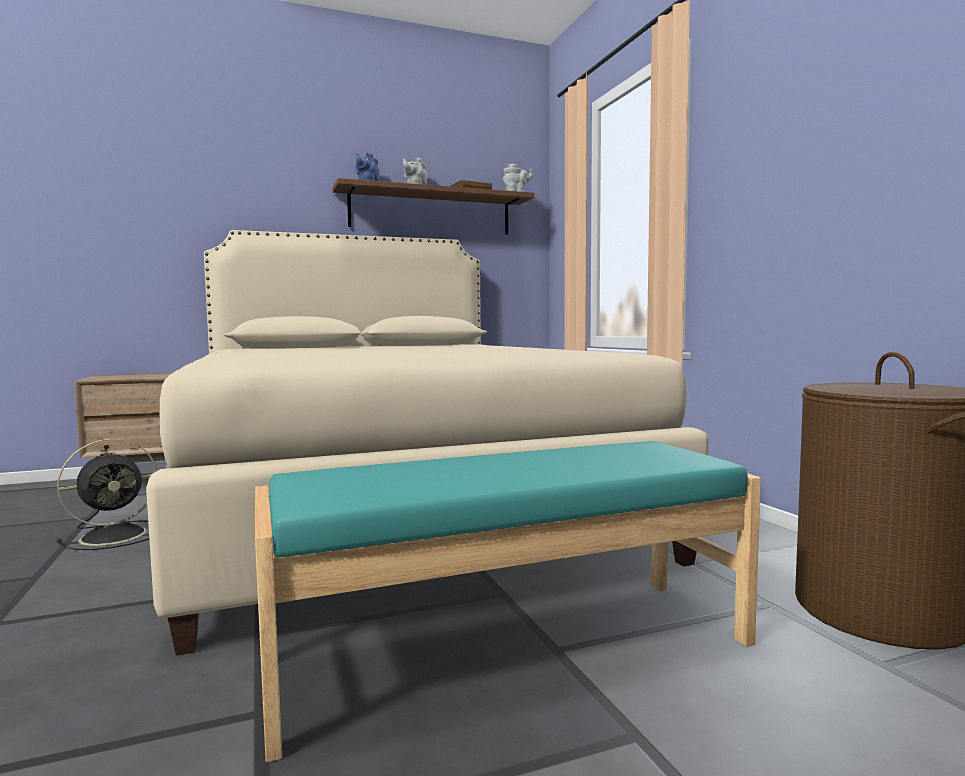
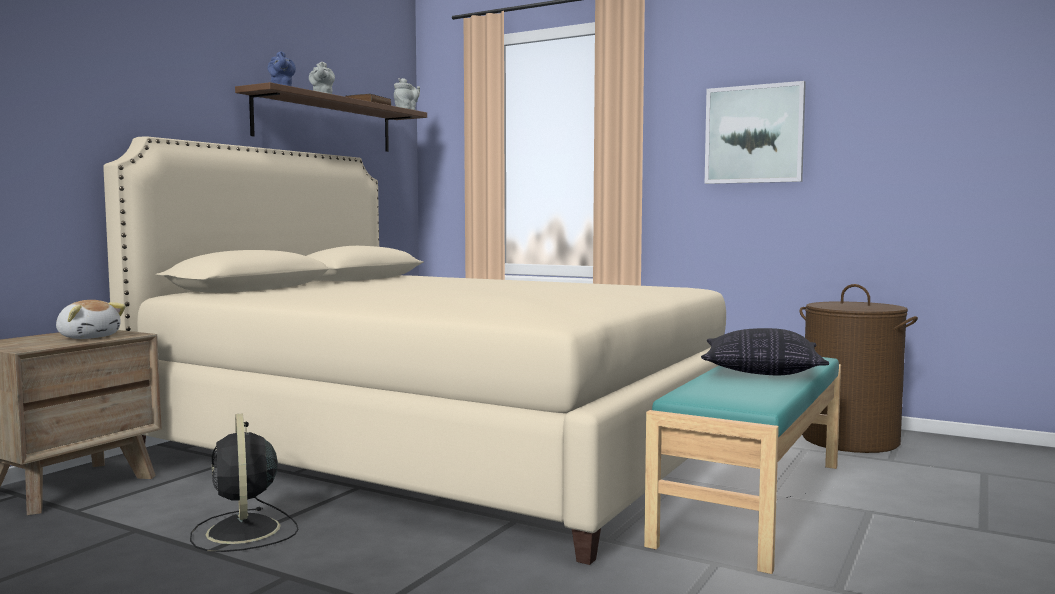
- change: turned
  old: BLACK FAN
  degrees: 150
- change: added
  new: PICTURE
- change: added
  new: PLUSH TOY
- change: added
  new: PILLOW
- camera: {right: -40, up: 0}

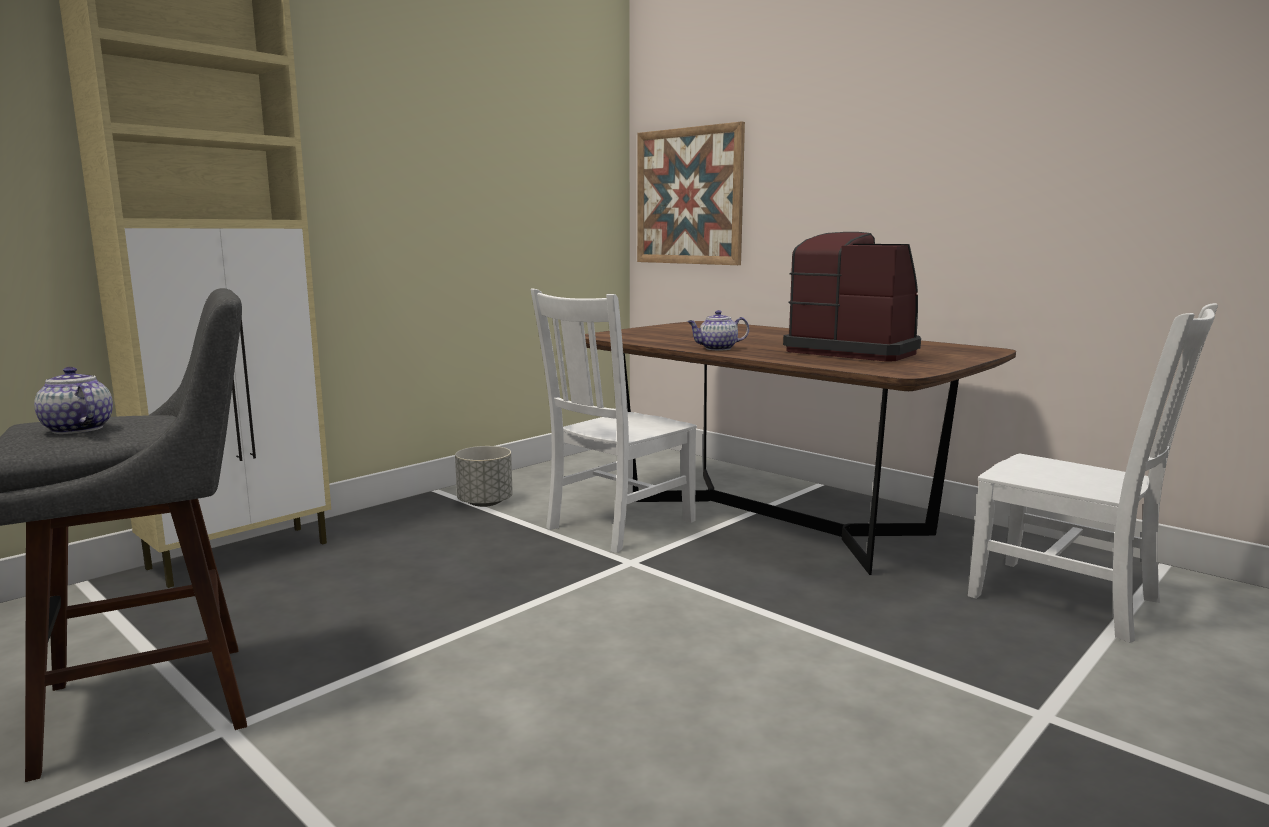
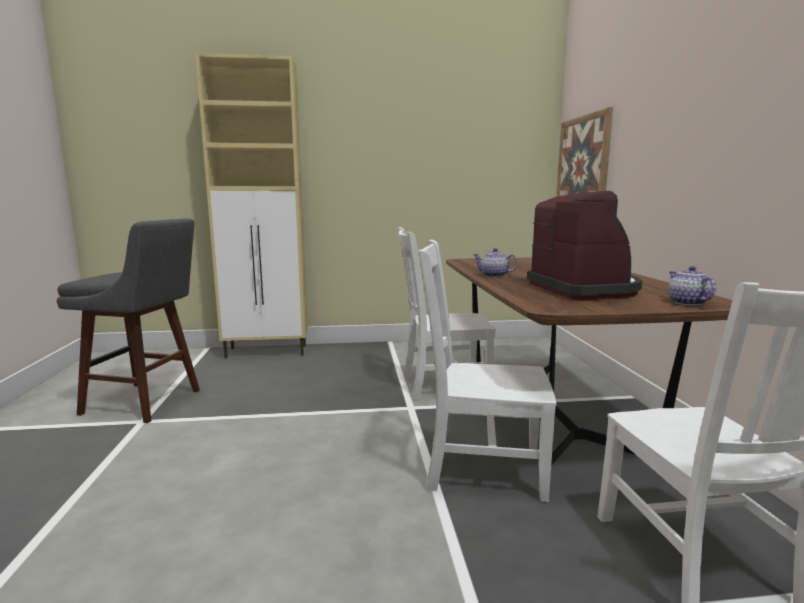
- change: moved
  old: TEAPOT (1st from left in the first image)
  new: TEAPOT (2nd from left)
- change: removed
  old: GREY PLANTER
- change: added
  new: WHITE CHAIR (2nd from left)
- camera: {right: 40, up: 0}

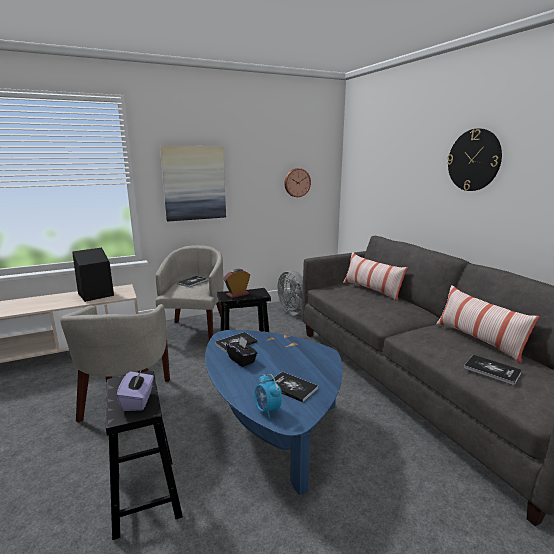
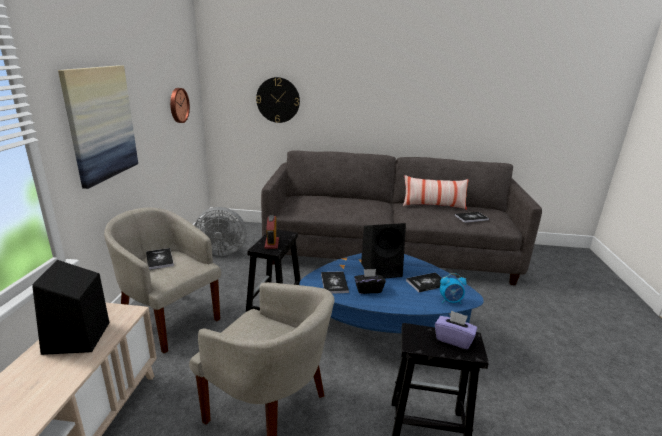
- change: moved
  old: WALL CLOCK (2nd from left)
- change: removed
  old: PILLOW (1st from left)
- change: added
  new: BLACK SPEAKER (2nd from left)
- camera: {right: -60, up: 5}

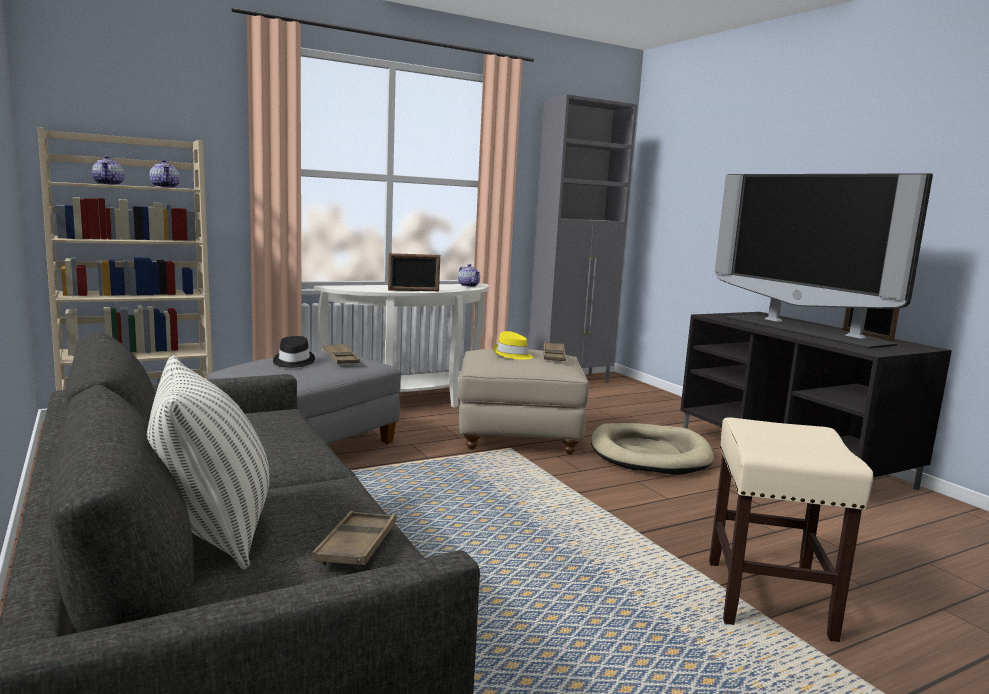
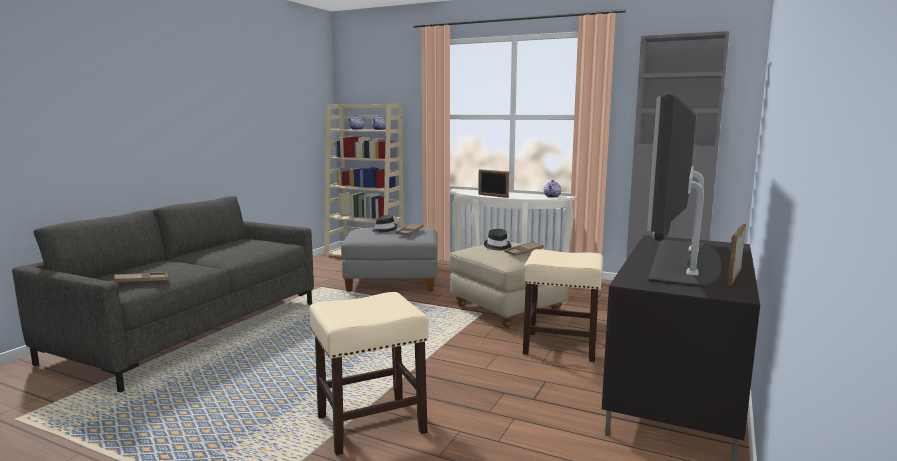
- change: recoloured
  old: YELLOW HAT
  new: BLACK HAT (2nd from left)
- change: removed
  old: PILLOW
- change: replaced
  old: BEIGE DOG BED
  new: BEIGE STOOL (2nd from left)
- camera: {right: 55, up: 0}

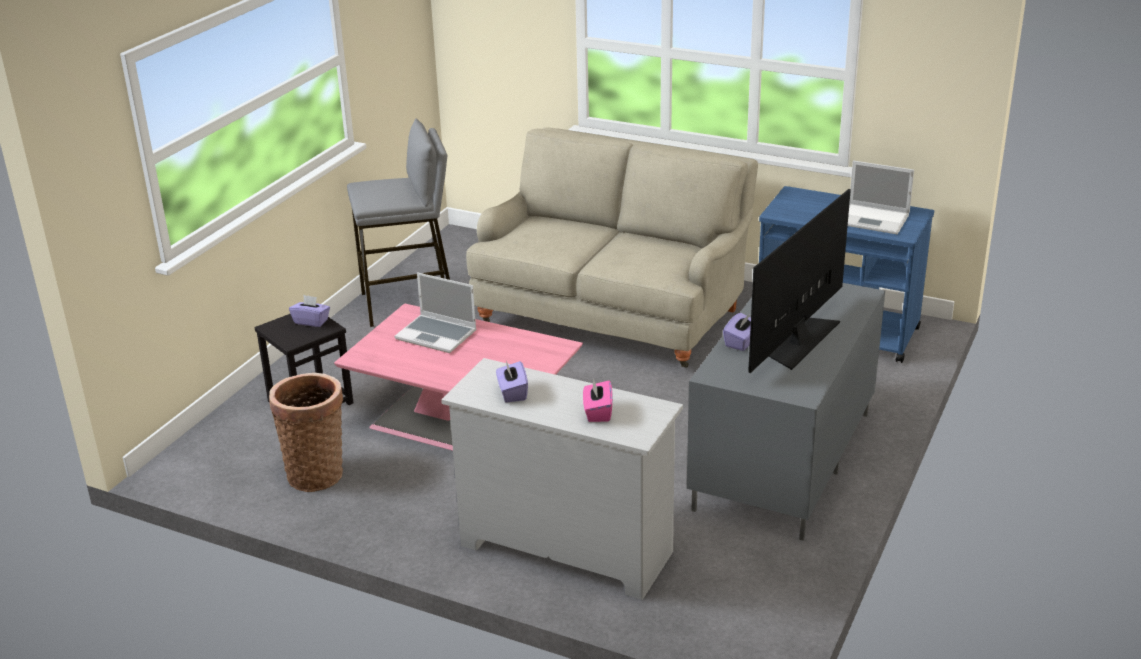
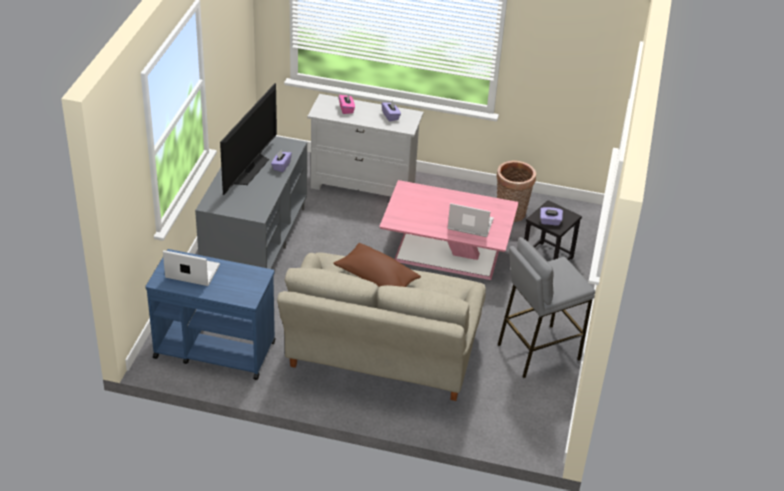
- change: added
  new: BROWN PILLOW
- camera: {right: 165, up: 10}

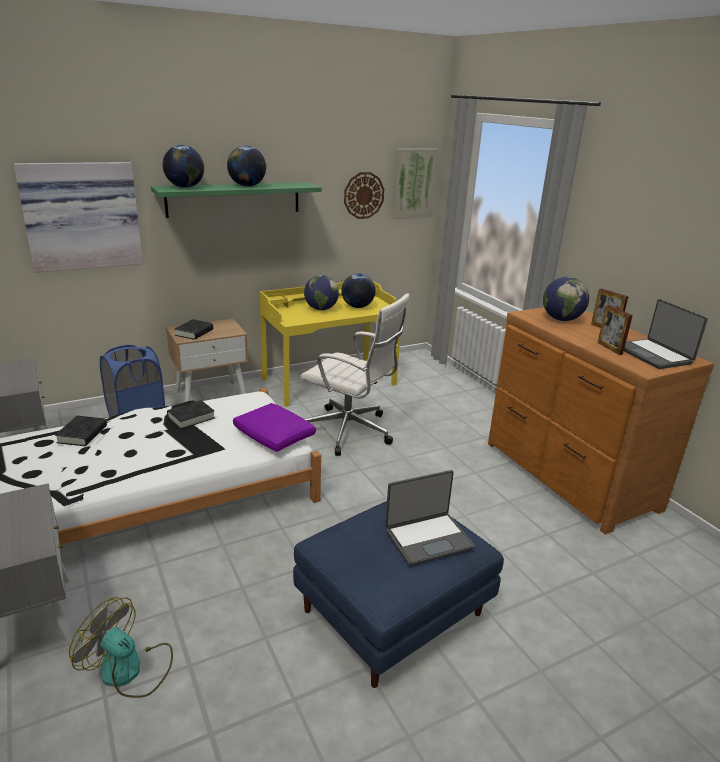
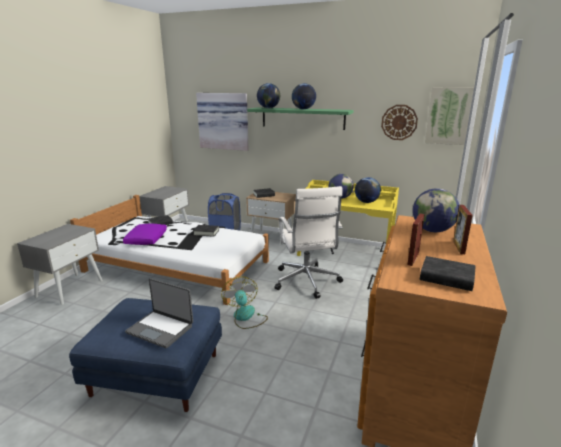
- change: replaced
  old: LAPTOP (2nd from left)
  new: BLACK BOOK (4th from left)
- change: moved
  old: PURPLE PILLOW
- change: moved
  old: FAN
- camera: {right: 50, up: -5}

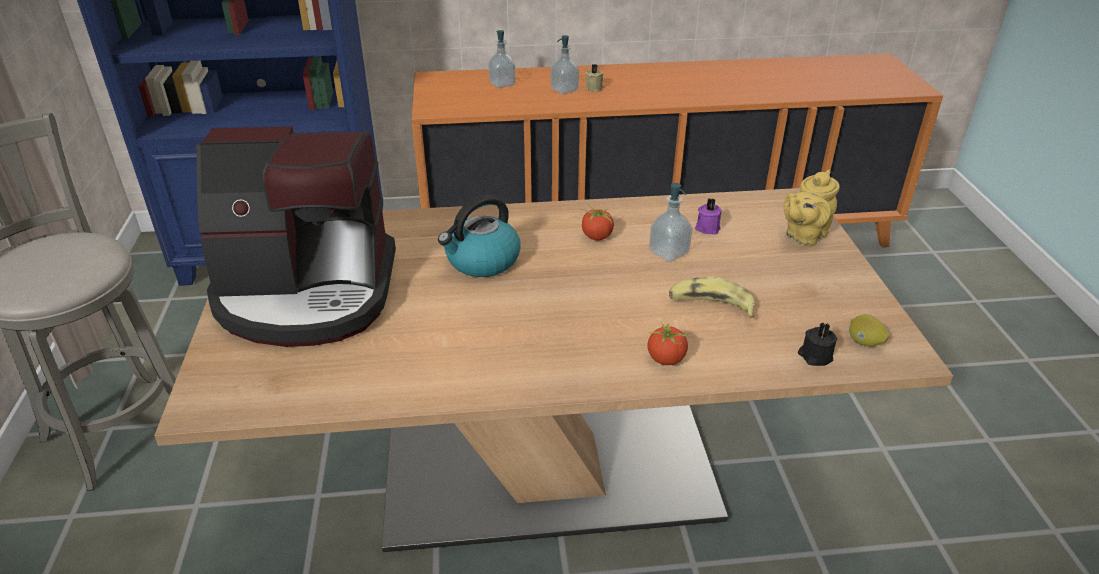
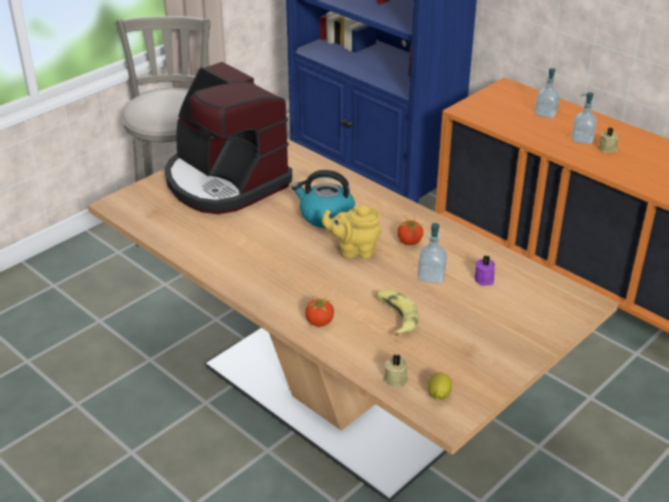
- change: moved
  old: YELLOW TEAPOT
- change: recoloured
  old: BLACK CANDLE
  new: BEIGE CANDLE (1st from left)
- camera: {right: 50, up: 0}

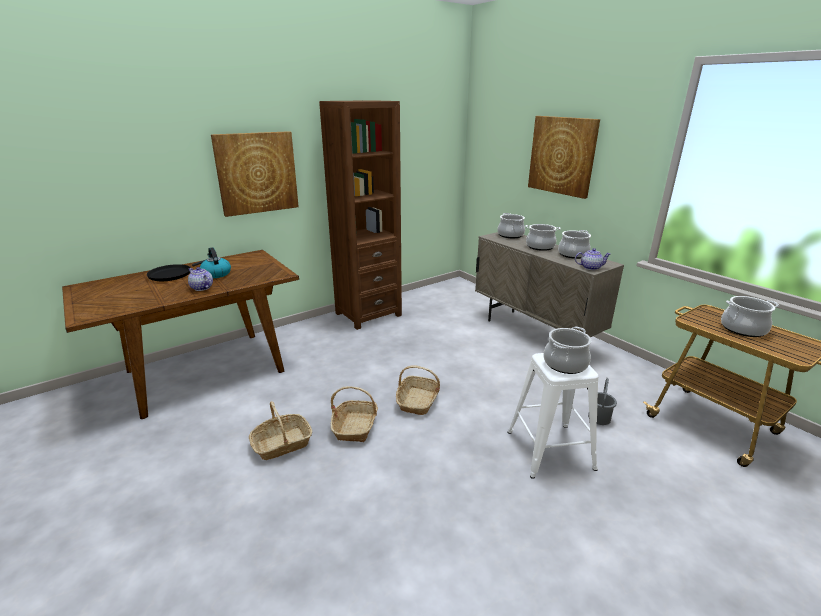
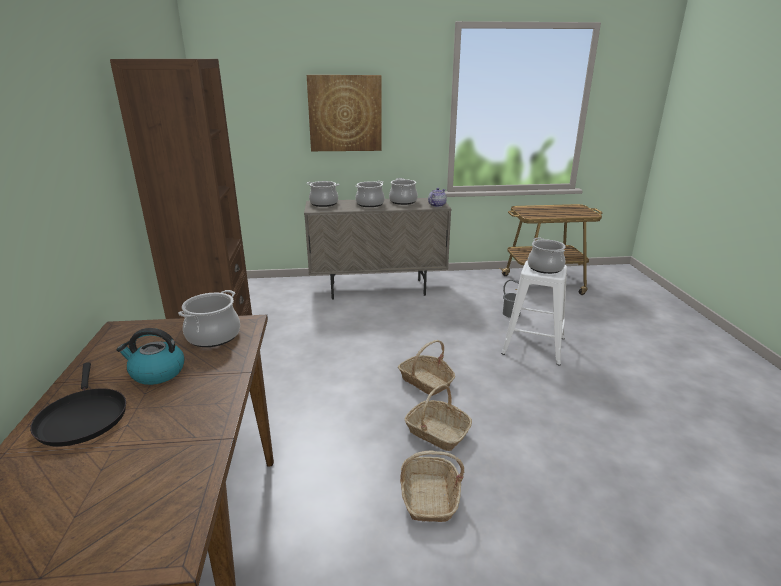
- change: removed
  old: PICTURE (1st from left)
- change: removed
  old: TEAPOT (1st from left)
- change: moved
  old: COOKING POT (5th from left in the first image)
  new: COOKING POT (1st from left)
- camera: {right: -60, up: 0}

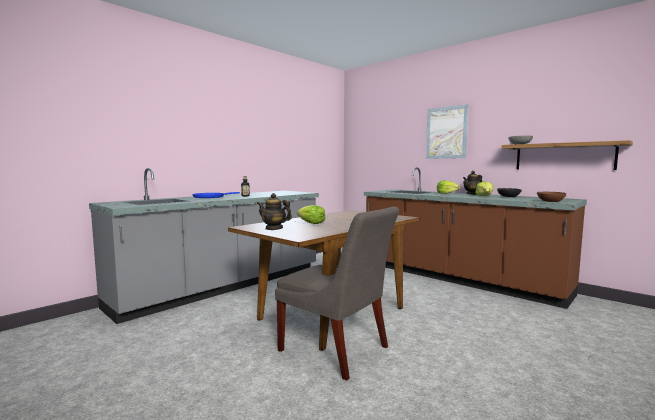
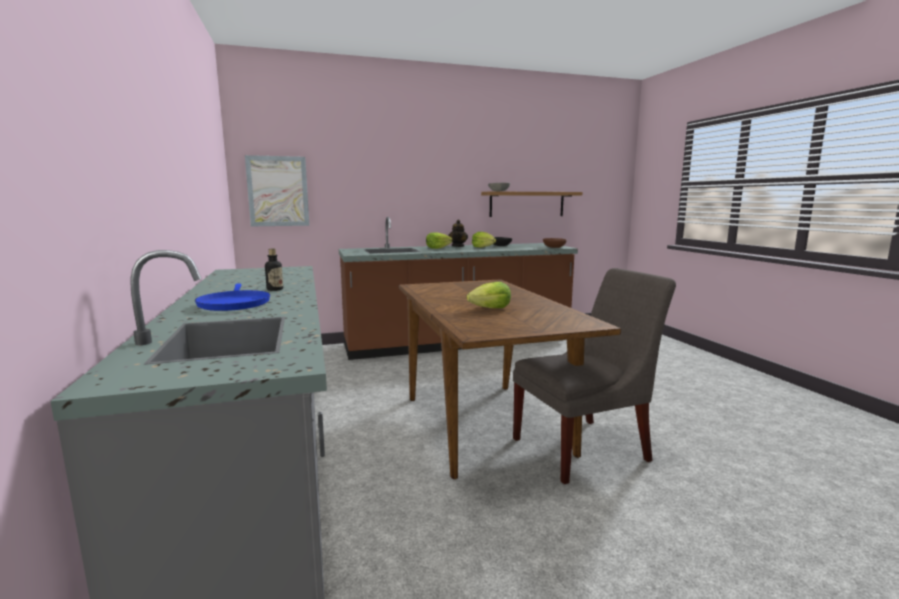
- change: moved
  old: PICTURE
- change: removed
  old: TEAPOT (1st from left)
- camera: {right: -60, up: 5}

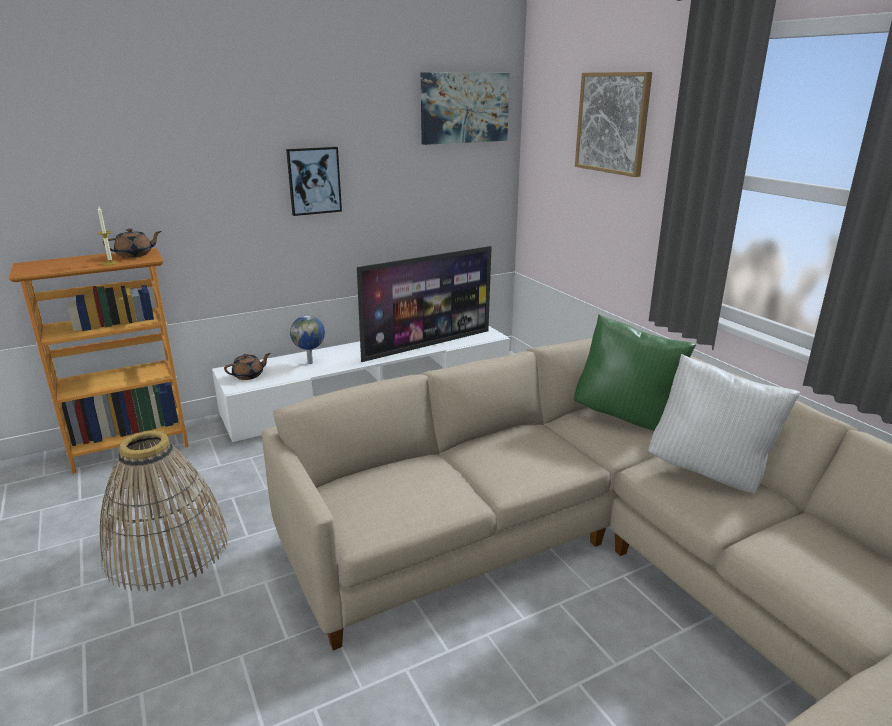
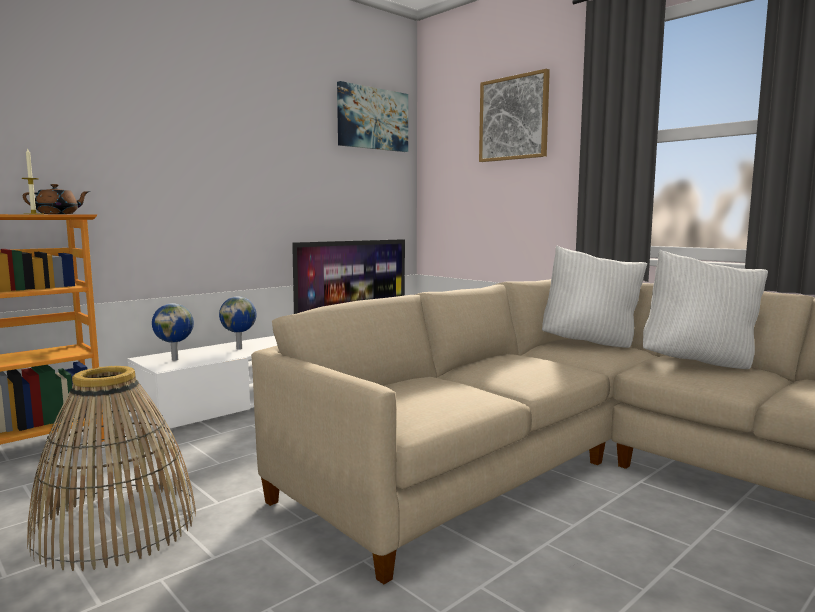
- change: removed
  old: PICTURE (1st from left)
- change: recoloured
  old: GREEN PILLOW
  new: WHITE PILLOW (1st from left)
- change: replaced
  old: BROWN TEAPOT (2nd from left)
  new: GLOBE (1st from left)
- camera: {right: -15, up: -15}

